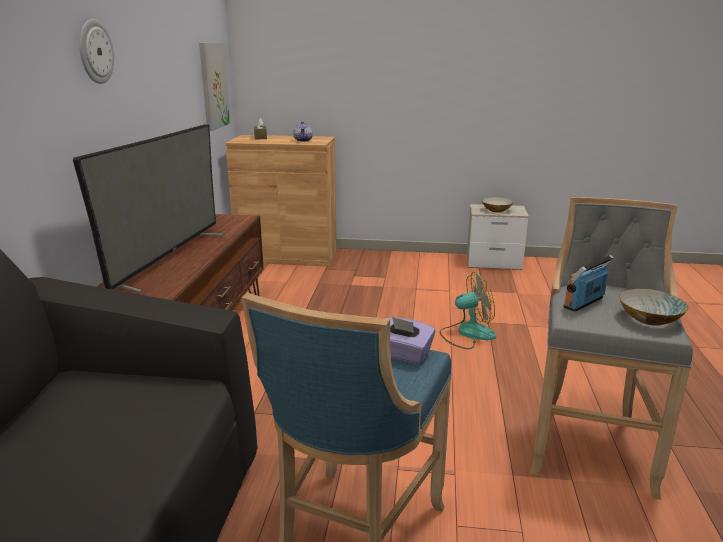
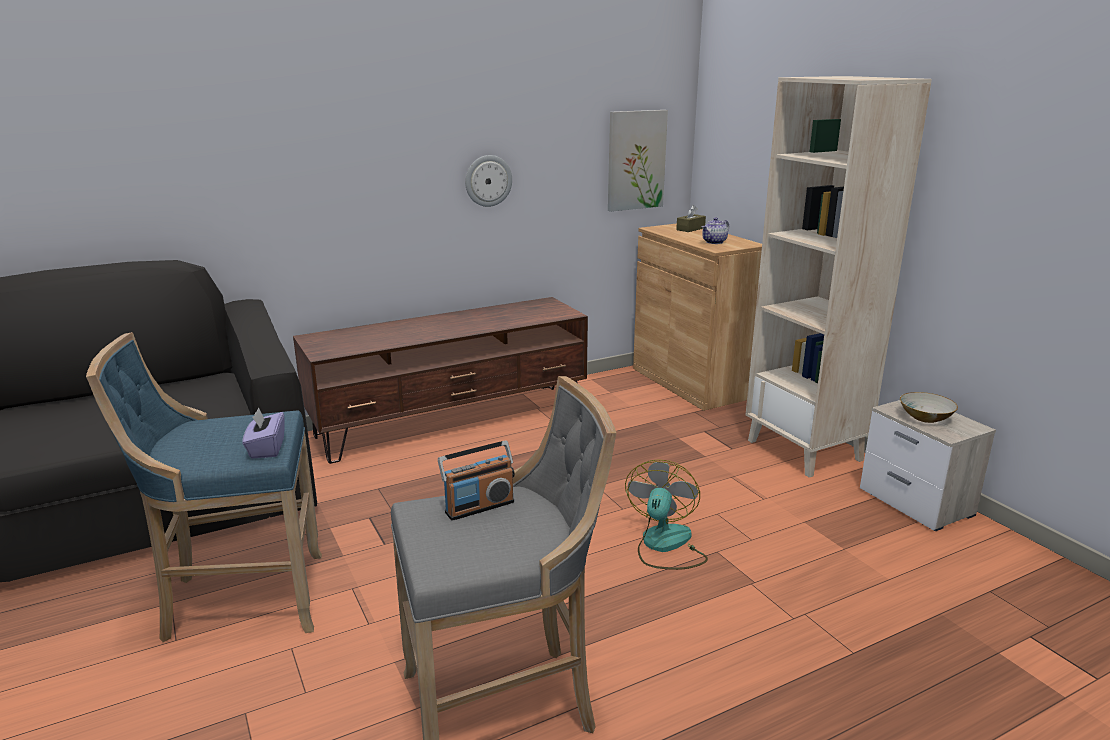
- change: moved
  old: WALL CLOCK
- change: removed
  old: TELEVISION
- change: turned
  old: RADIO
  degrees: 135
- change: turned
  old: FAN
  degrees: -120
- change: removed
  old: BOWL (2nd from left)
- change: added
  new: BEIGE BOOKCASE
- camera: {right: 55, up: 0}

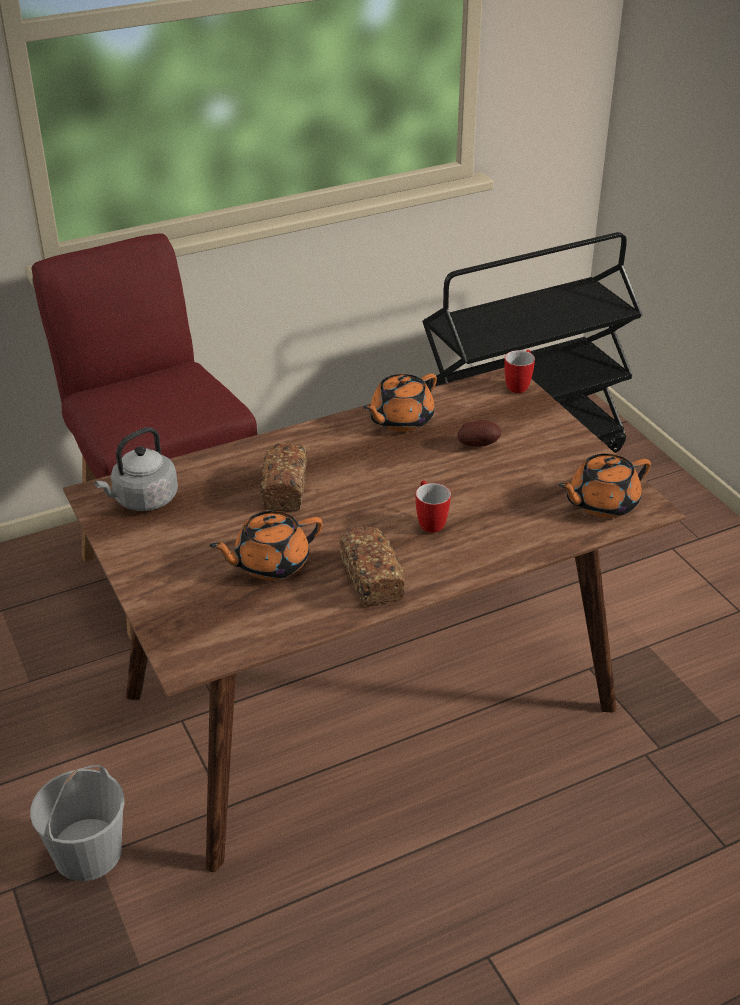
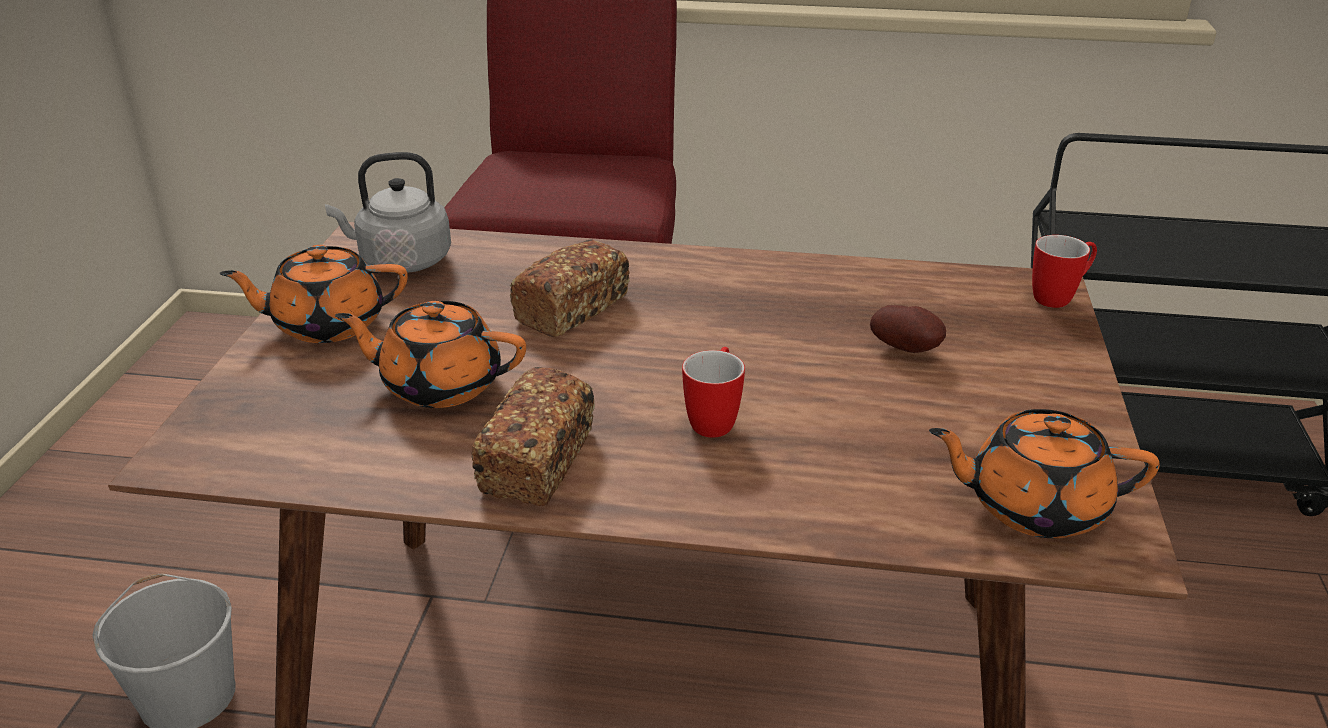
- change: moved
  old: ORANGE TEAPOT (2nd from left in the first image)
  new: ORANGE TEAPOT (1st from left)
- camera: {right: 35, up: -5}

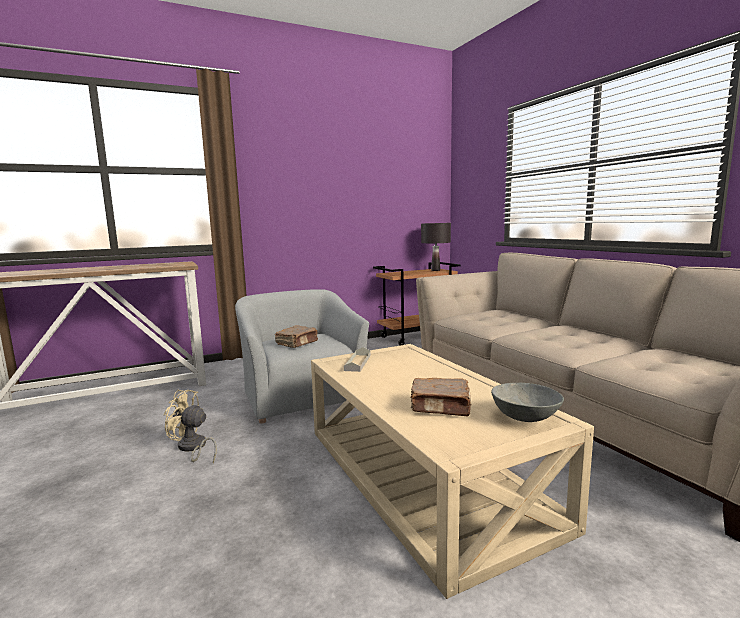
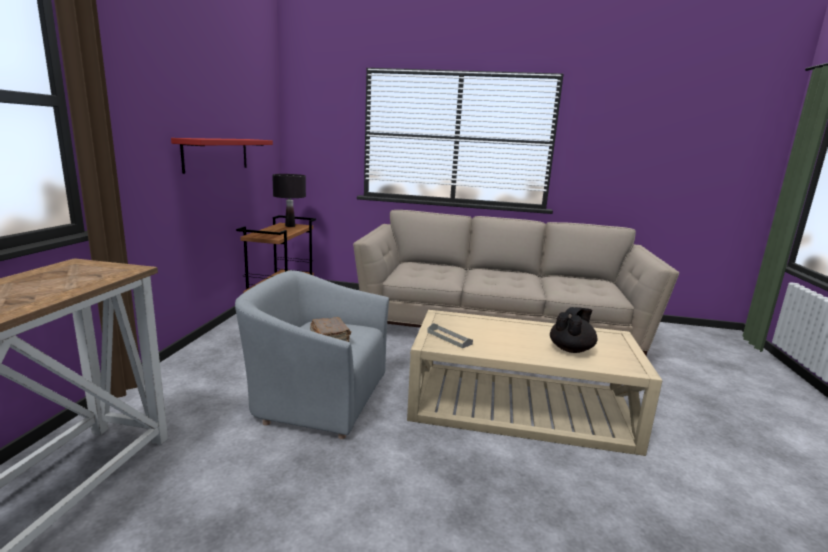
- change: replaced
  old: BROWN BOOK (2nd from left)
  new: BLACK TEAPOT
- change: removed
  old: GREY BOWL
- change: removed
  old: BEIGE FAN
- change: added
  new: RED SHELF
- camera: {right: -55, up: 5}

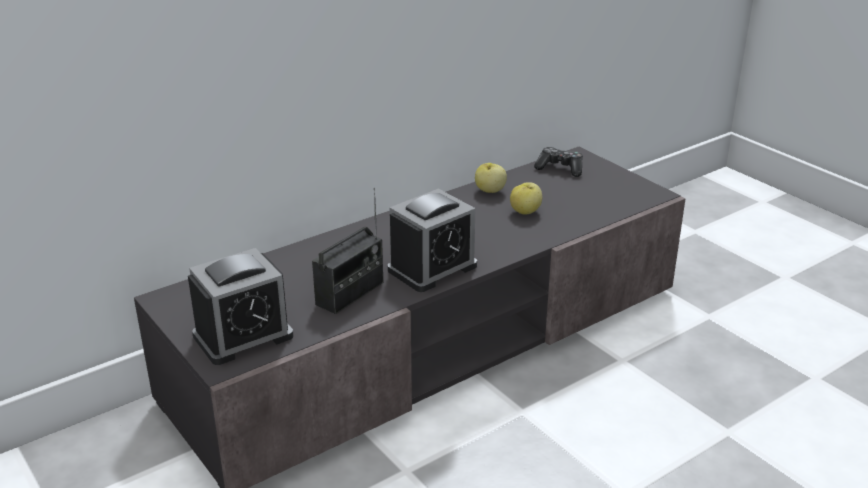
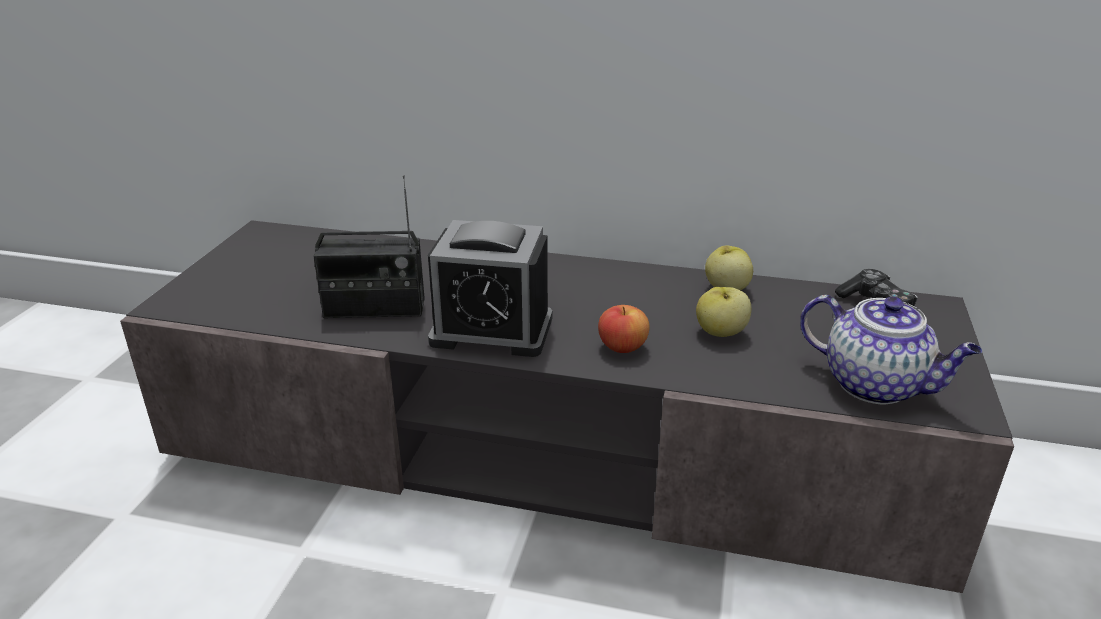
- change: removed
  old: ALARM CLOCK (1st from left)
- change: added
  new: TEAPOT
- change: added
  new: APPLE (1st from left)
- camera: {right: 50, up: 0}

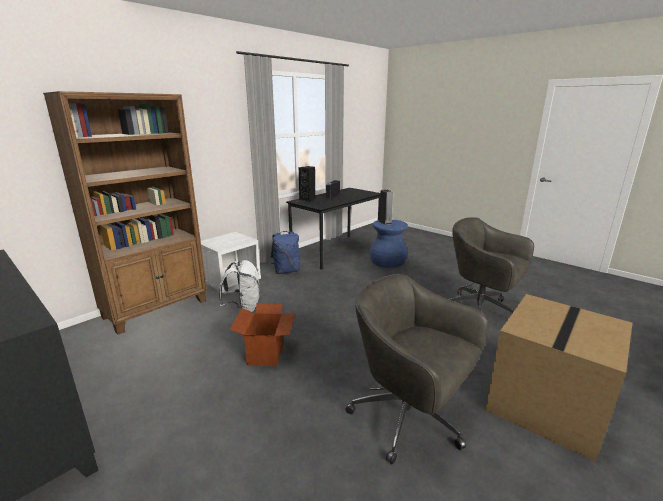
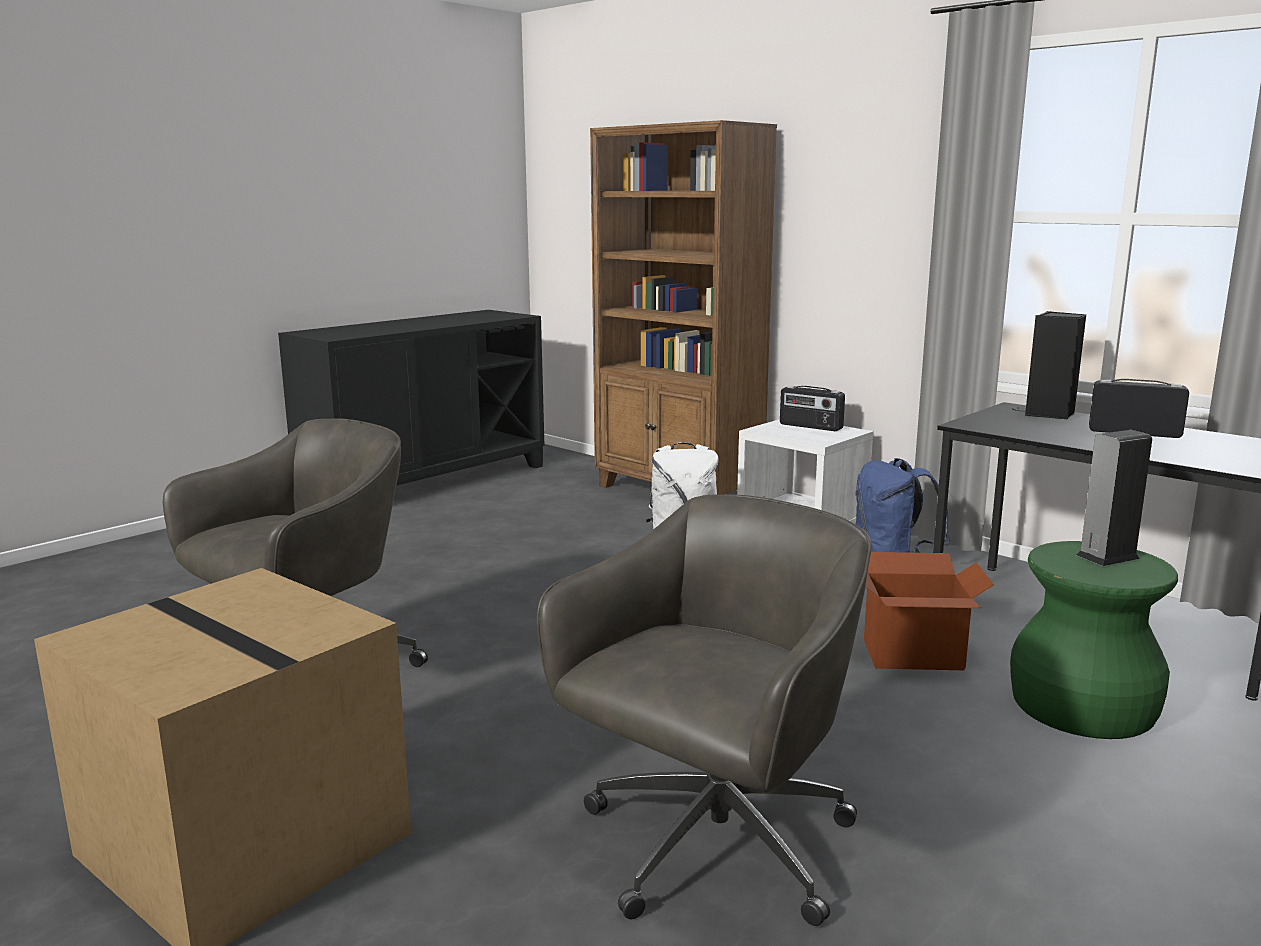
- change: recoloured
  old: BLUE STOOL
  new: GREEN STOOL
- change: moved
  old: CARDBOARD BOX (1st from left in the first image)
  new: CARDBOARD BOX (2nd from left)
- change: added
  new: RADIO (1st from left)
- camera: {right: 90, up: -5}

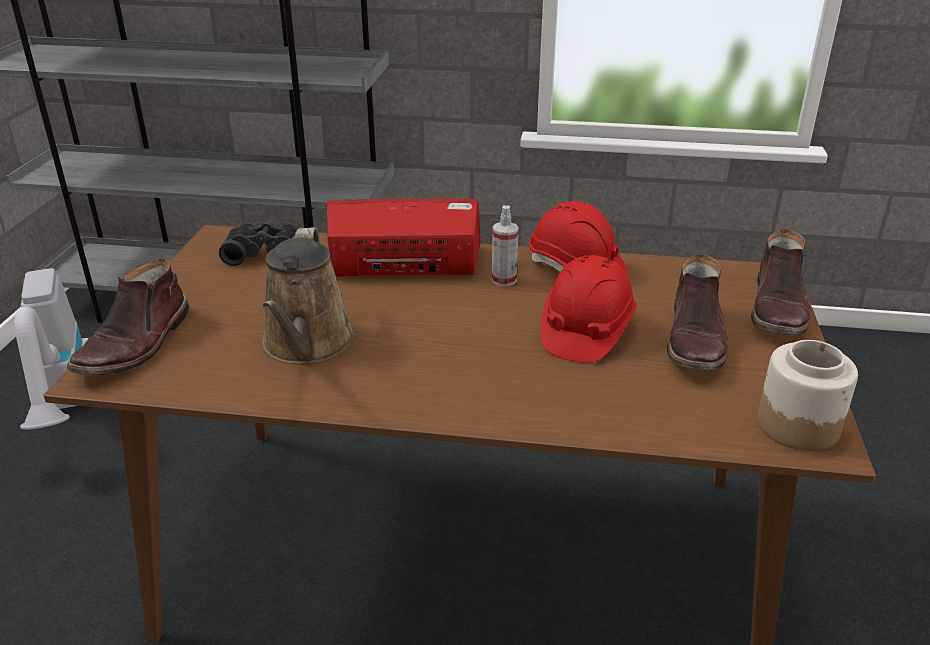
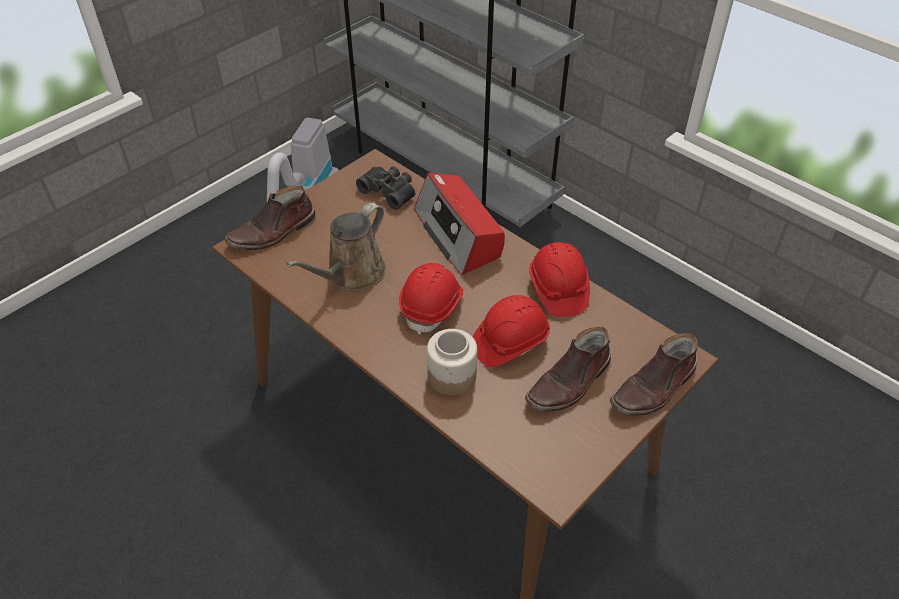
- change: turned
  old: RADIO
  degrees: -150
- change: removed
  old: SPRAY BOTTLE
- change: moved
  old: JAR
- change: added
  new: RED HARD HAT (1st from left)
- camera: {right: 35, up: 15}

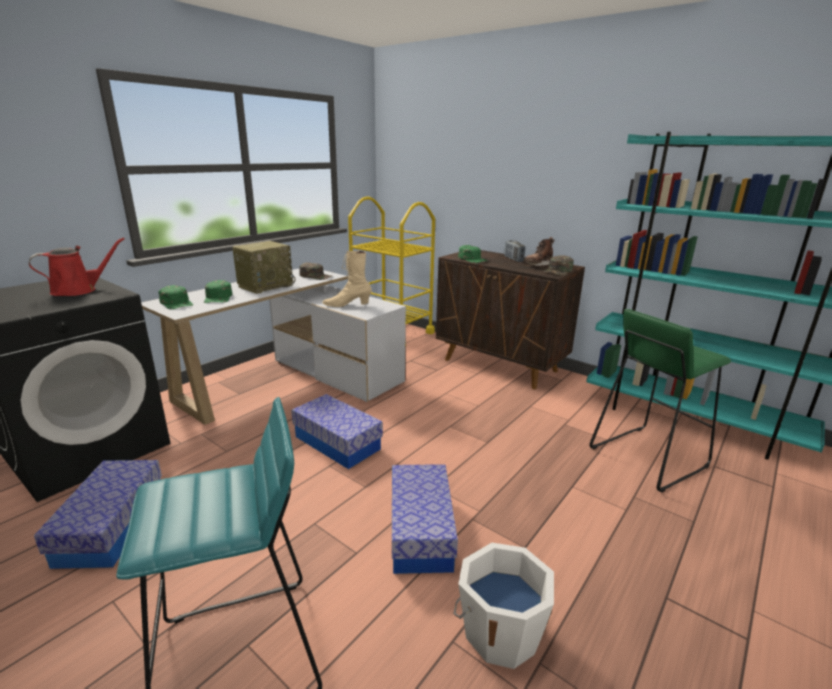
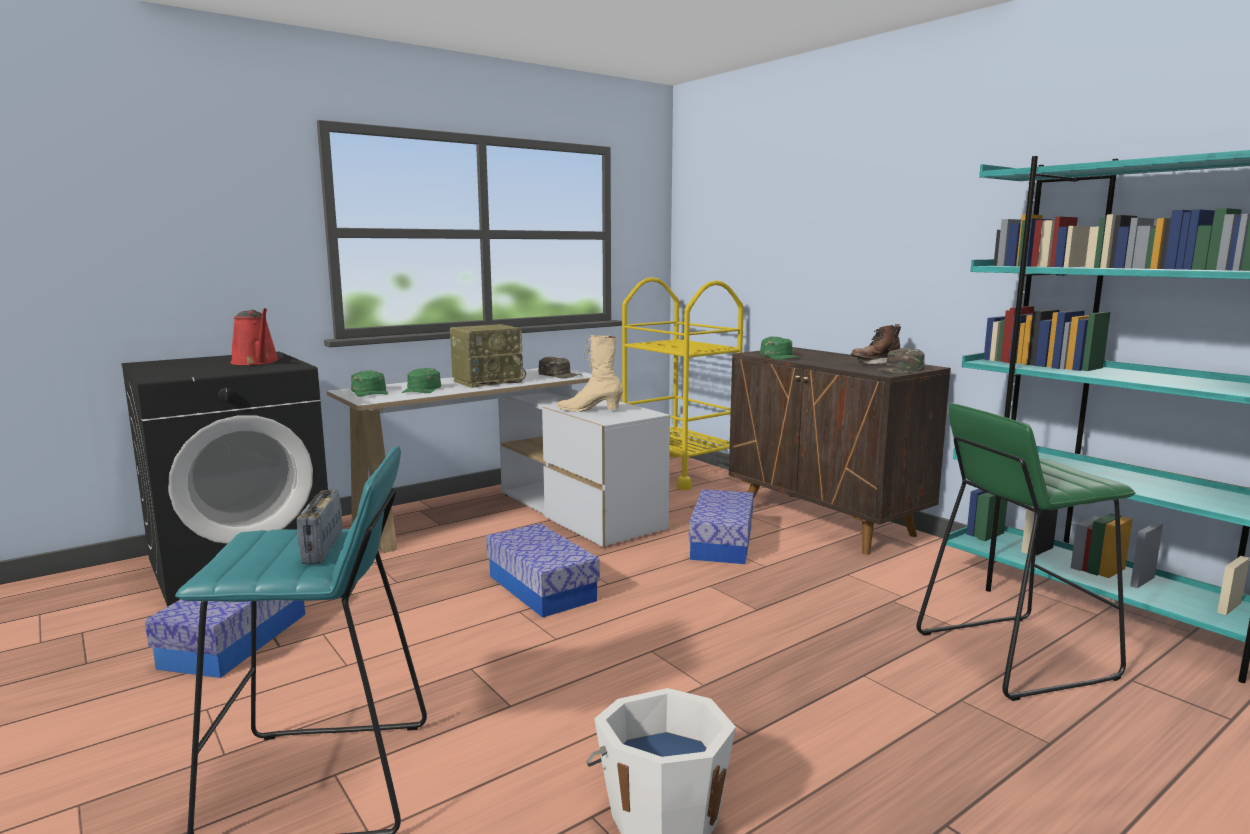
- change: turned
  old: RED WATERING CAN
  degrees: 75
- change: moved
  old: RADIO (2nd from left in the first image)
  new: RADIO (1st from left)
- change: moved
  old: STORAGE BOX (3rd from left)
- camera: {right: 15, up: -10}

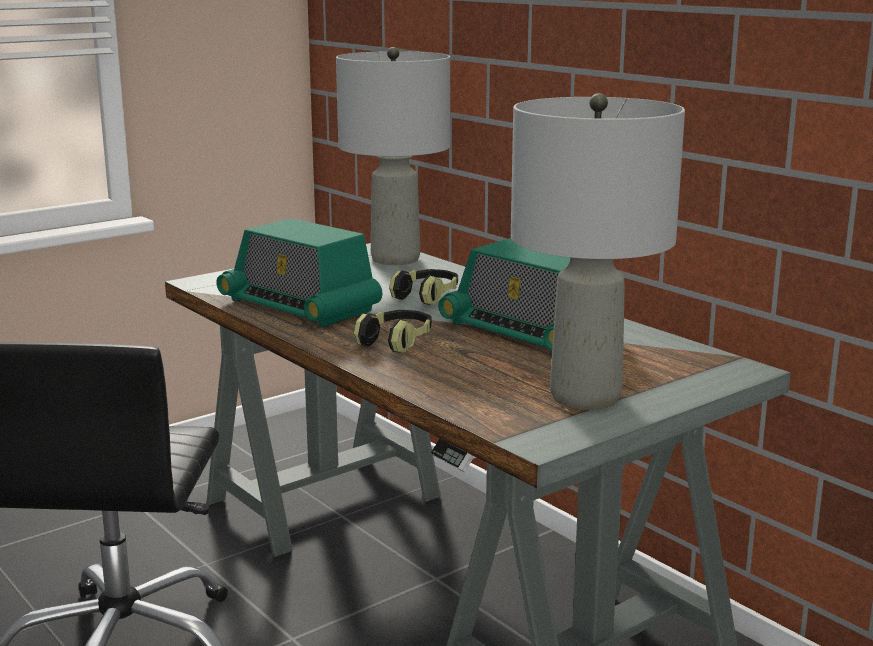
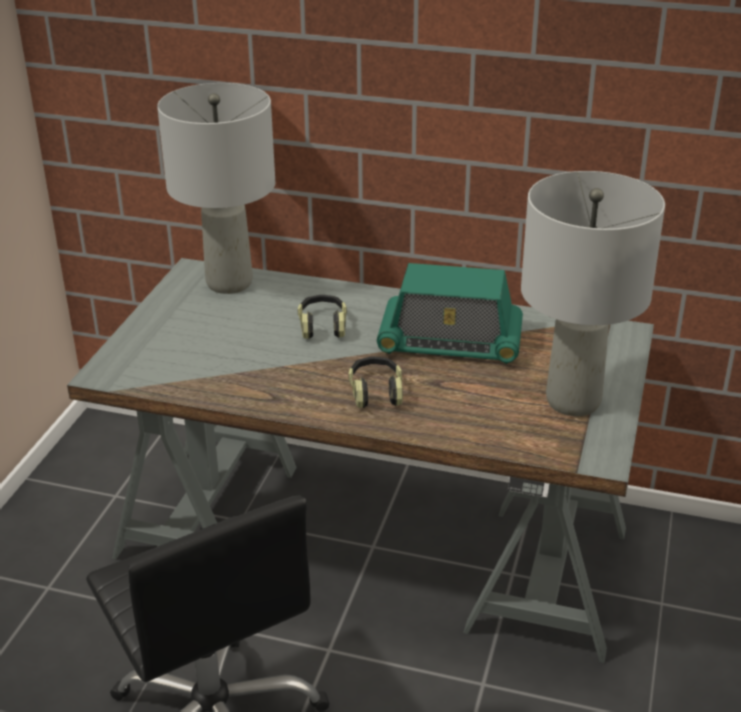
- change: removed
  old: RADIO (1st from left)
- camera: {right: -35, up: 15}

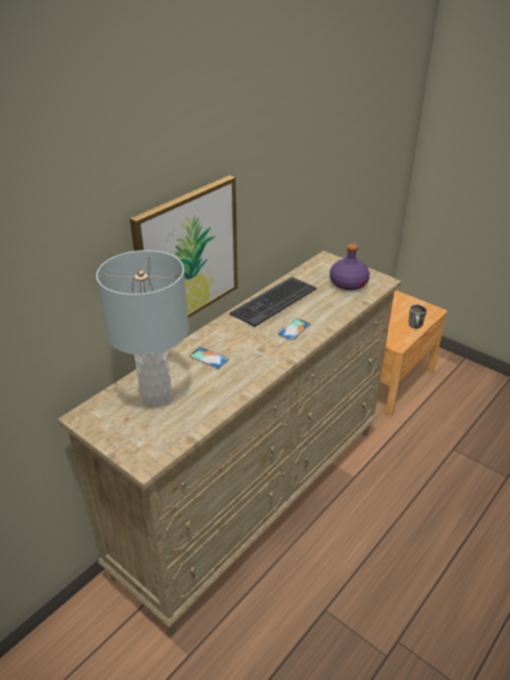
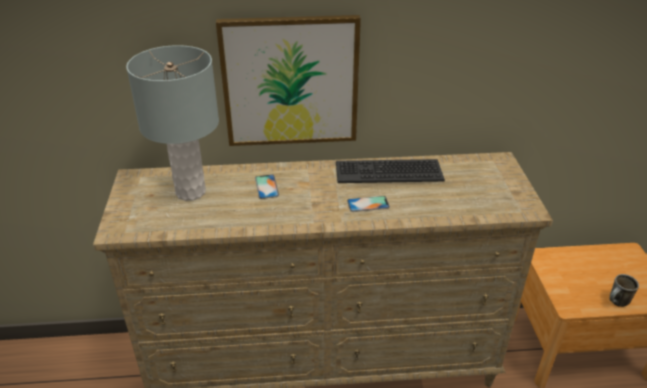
- change: removed
  old: PURPLE BOTTLE
- camera: {right: 45, up: 0}

